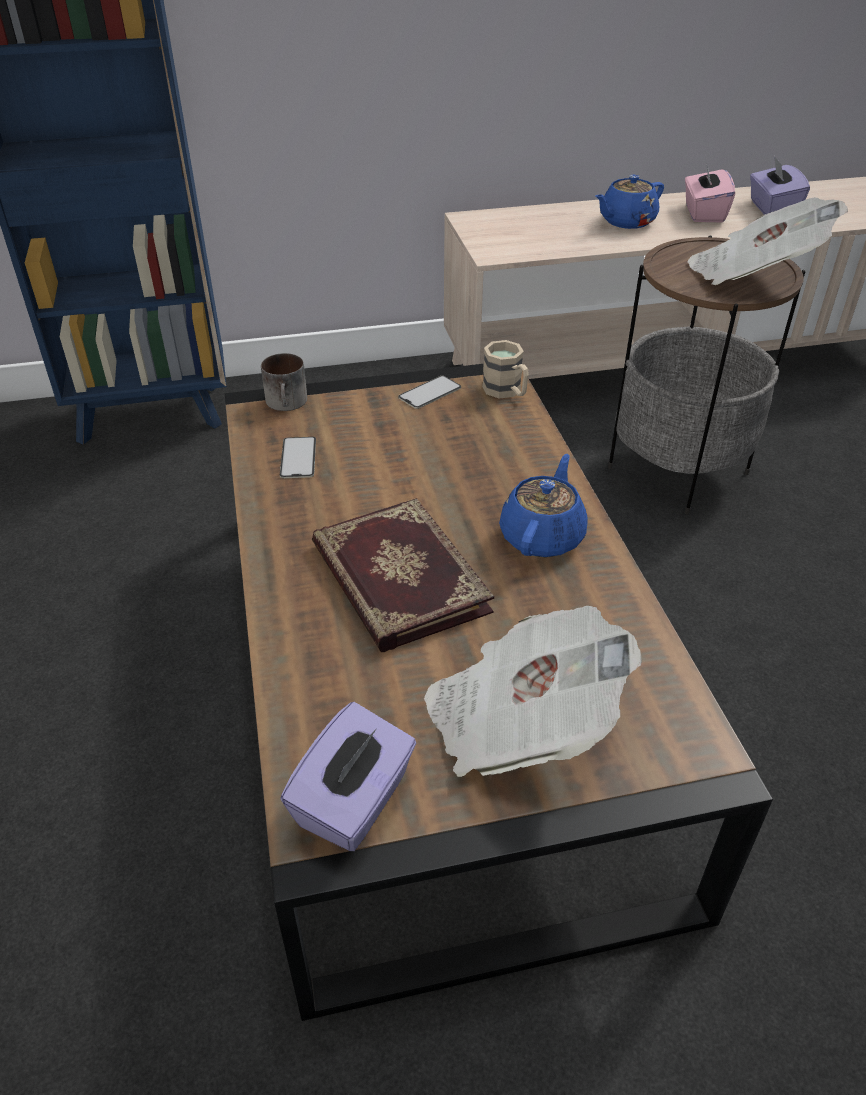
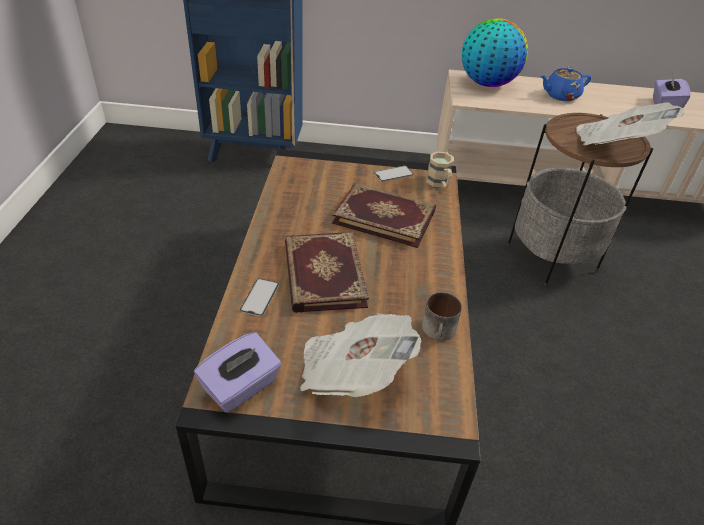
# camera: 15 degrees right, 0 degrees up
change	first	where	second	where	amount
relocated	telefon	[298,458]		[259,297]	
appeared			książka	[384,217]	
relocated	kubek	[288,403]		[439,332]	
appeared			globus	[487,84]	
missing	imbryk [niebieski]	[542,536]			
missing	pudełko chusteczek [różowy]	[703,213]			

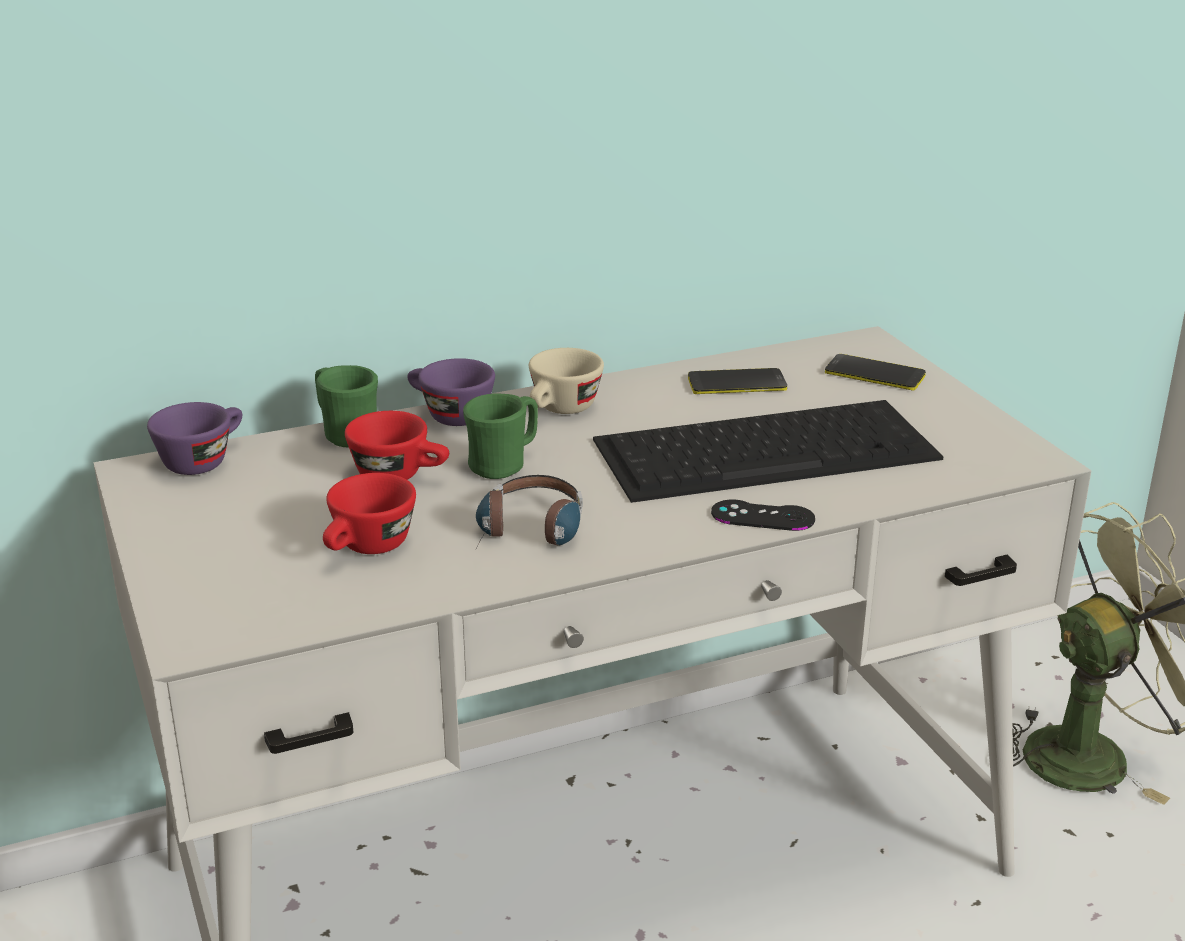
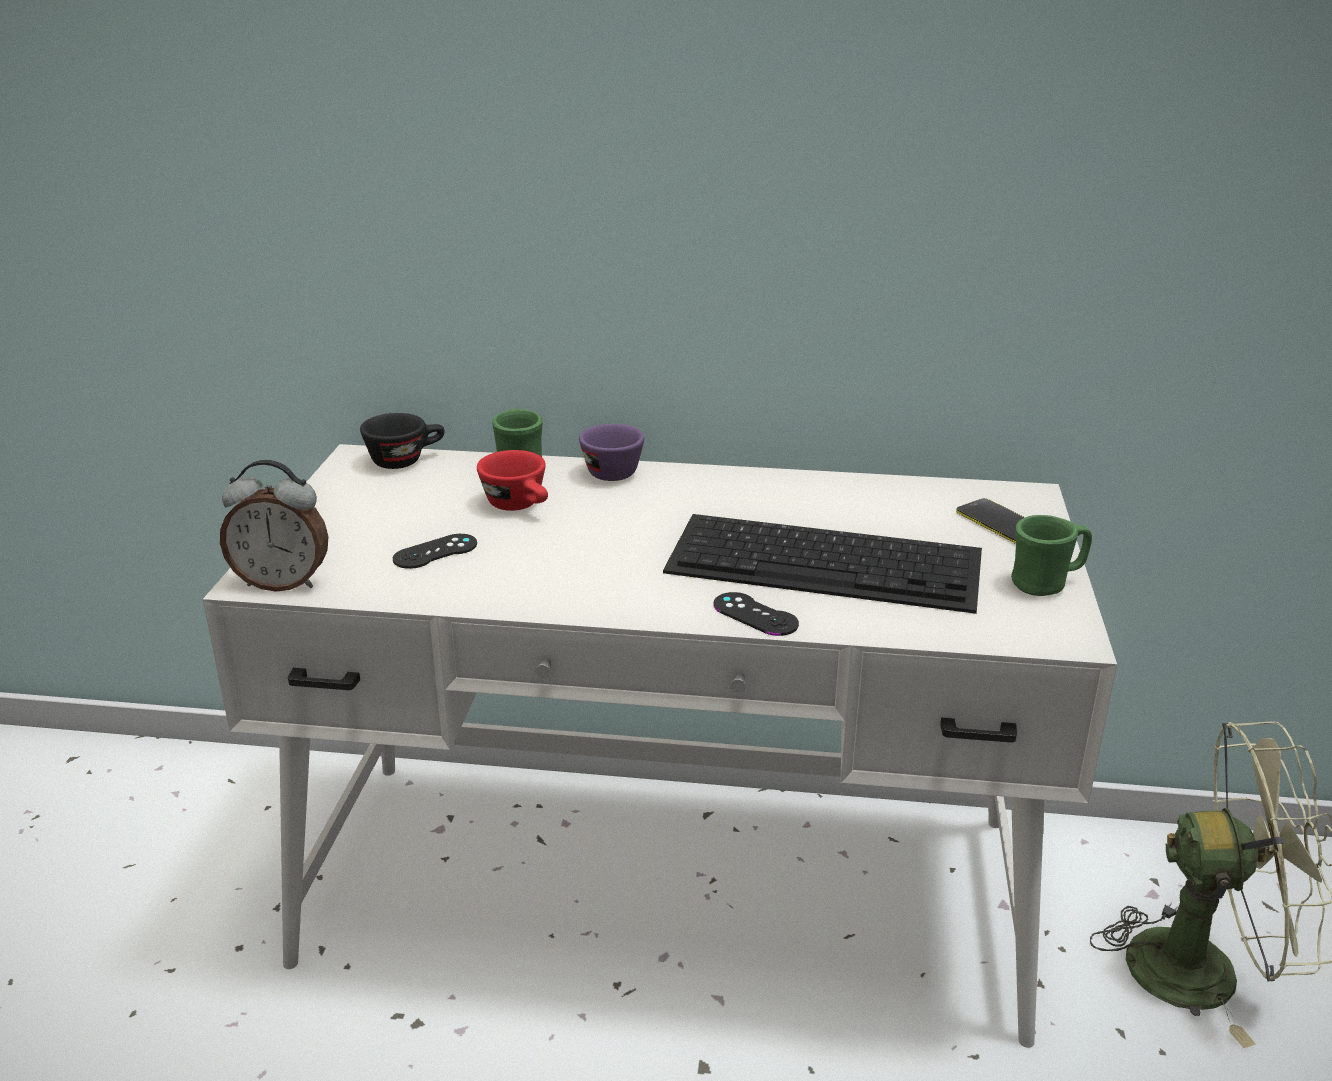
# camera: 30 degrees right, 0 degrees up
change	first	where	second	where	amount
appeared			budzik	[283,582]	
colour	filiżanka [fioletowy]	[203,460]	filiżanka [czarny]	[406,460]	
exchanged	filiżanka [czerwony]	[367,548]	pad do gier [czarny]	[435,552]	
relocated	kubek [zielony]	[504,465]		[1046,584]	
missing	słuchawki	[529,534]			
missing	filiżanka [beżowy]	[561,410]			
missing	telefon	[737,383]			

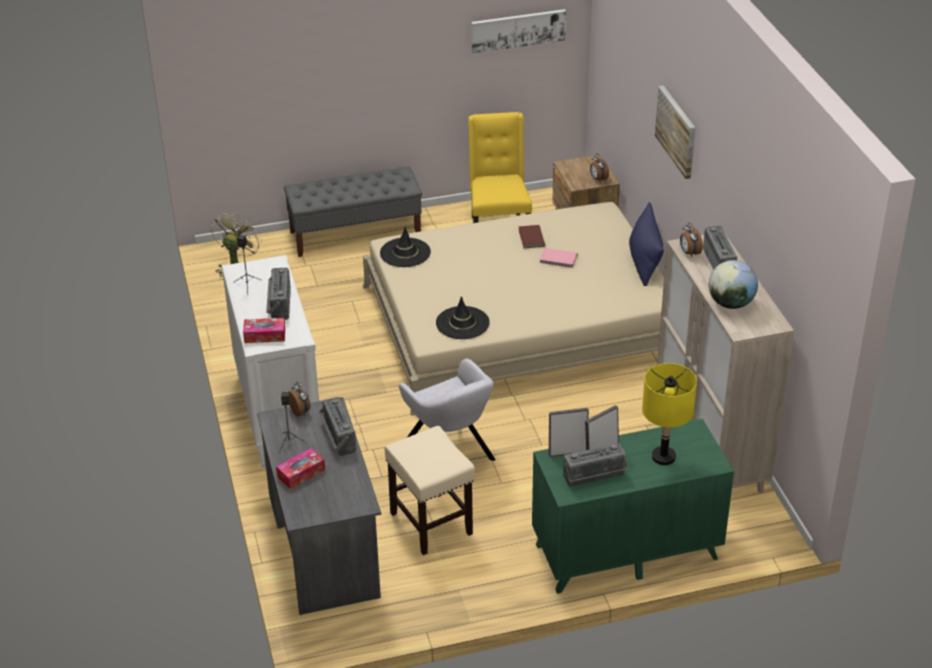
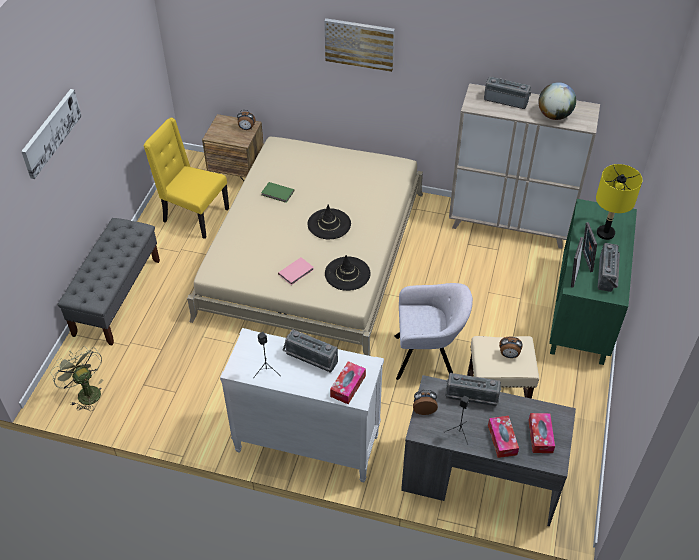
# camera: 60 degrees left, 10 degrees up
change	first	where	second	where	amount
relocated	obraz	[518,30]		[50,132]	
colour	książka [brązowy]	[530,238]	książka [zielony]	[277,193]	
relocated	książka [różowy]	[558,259]		[297,272]	
relocated	kapelusz [czarny]	[405,253]		[329,224]	
relocated	budzik	[689,253]		[509,355]	
appeared			pudełko chusteczek	[540,436]	
missing	poduszka [niebieski]	[644,261]			

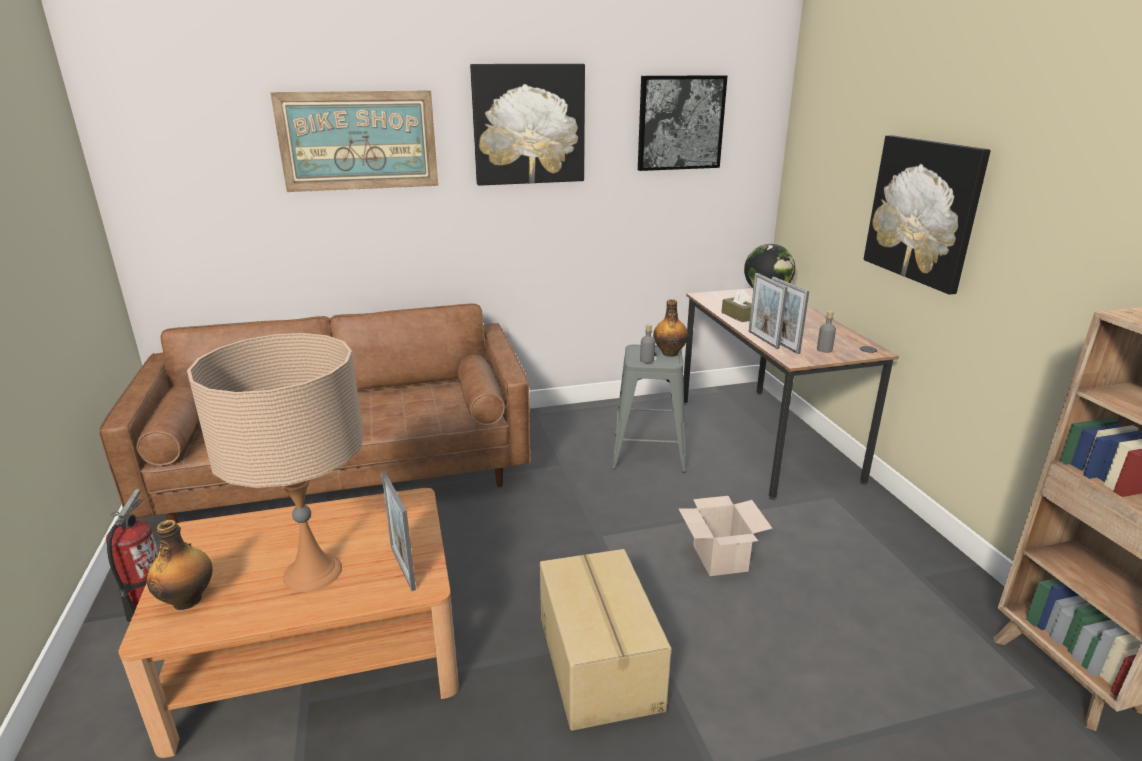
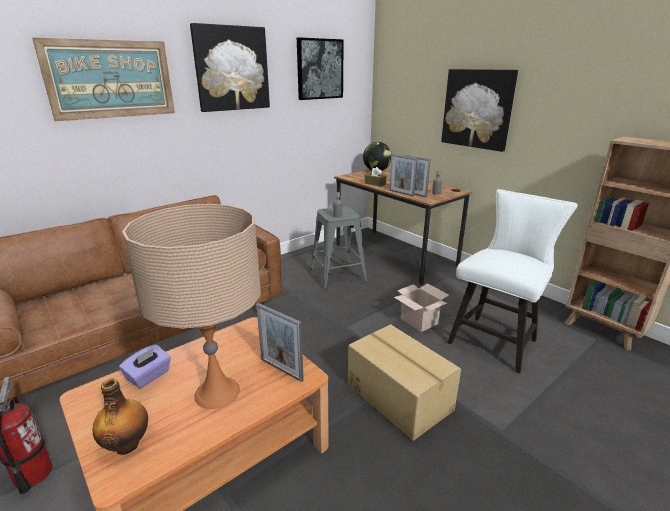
# camera: 25 degrees left, 0 degrees up
change	first	where	second	where	amount
appeared			pudełko chusteczek [fioletowy]	[149,376]	
appeared			krzesło [biały]	[496,339]	
missing	butelka	[669,353]			

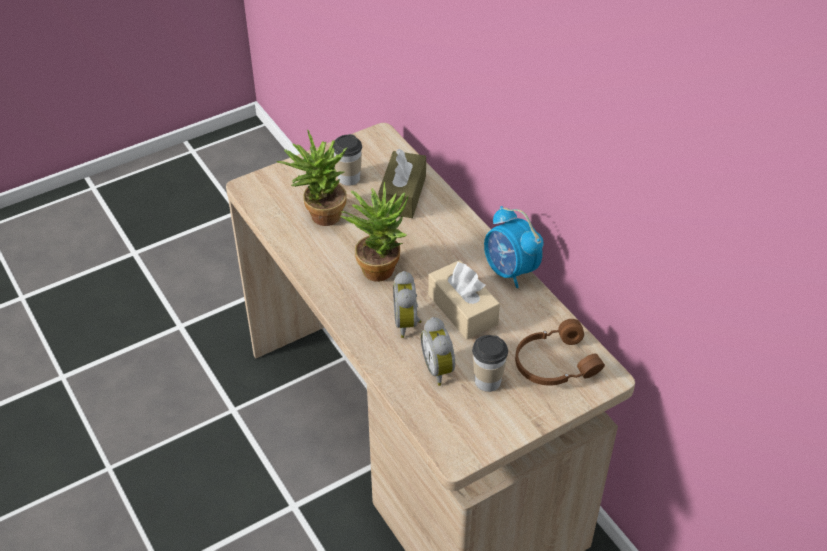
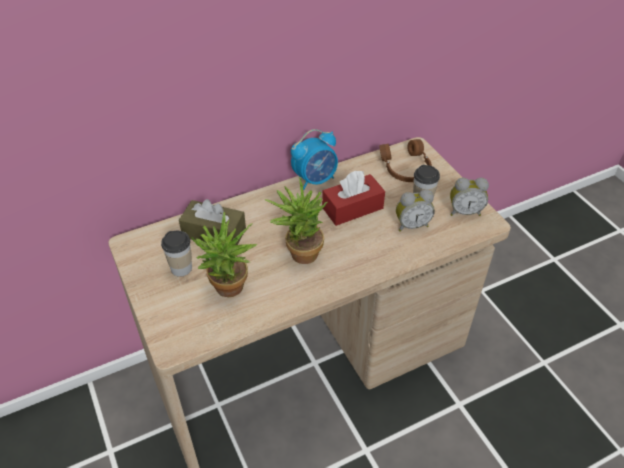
# camera: 85 degrees left, 0 degrees up
change	first	where	second	where	amount
colour	pudełko chusteczek [beżowy]	[462,309]	pudełko chusteczek [czerwony]	[352,208]	
relocated	budzik	[408,323]		[464,211]	

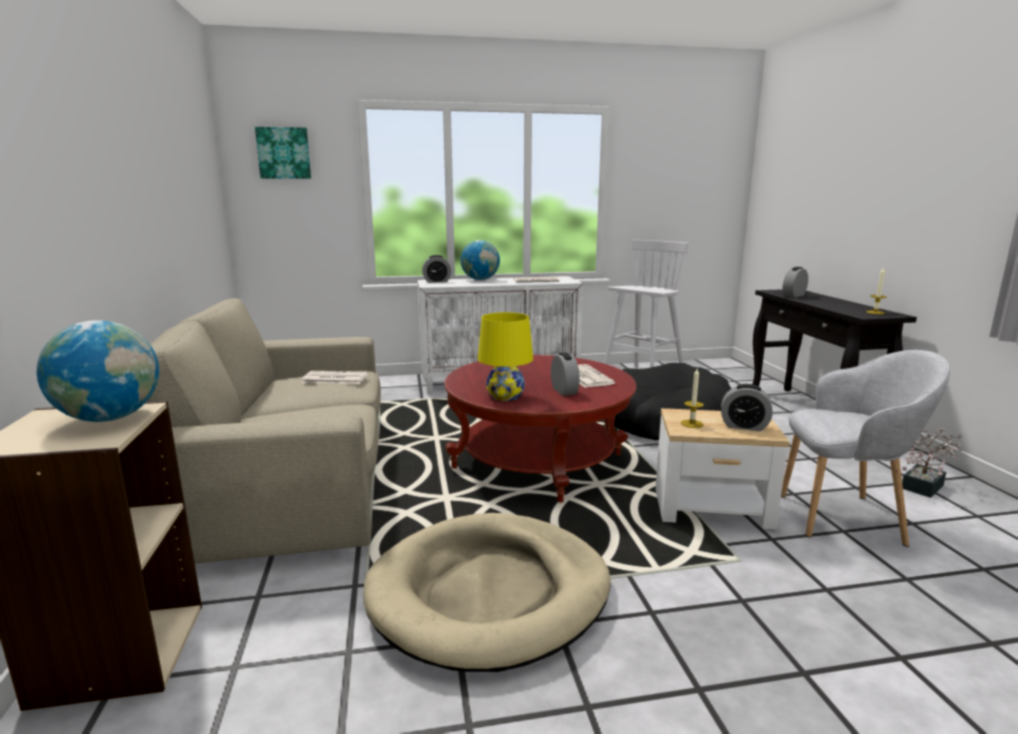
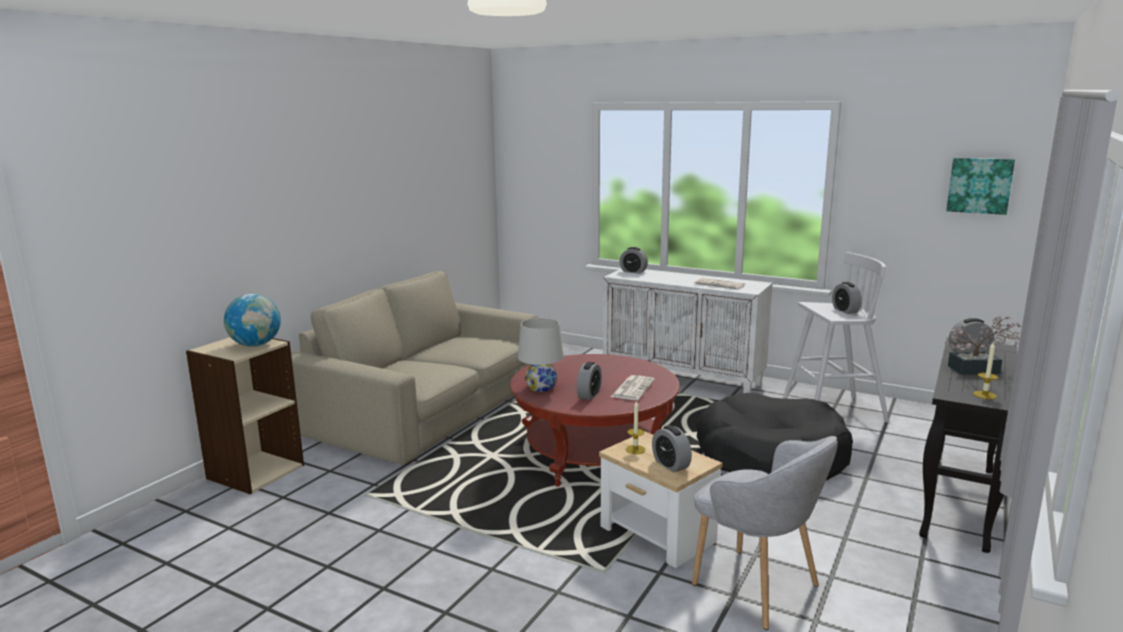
# camera: 40 degrees right, 0 degrees up
change	first	where	second	where	amount
colour	lampa stołowa [żółty]	[505,396]	lampa stołowa [biały]	[541,387]	
appeared			budzik	[845,310]	
relocated	roślina doniczkowa	[924,485]		[979,369]	
relocated	obraz	[284,153]		[979,185]	
missing	gazeta	[334,378]			
missing	legowisko [beżowy]	[490,594]			
missing	globus	[480,279]			

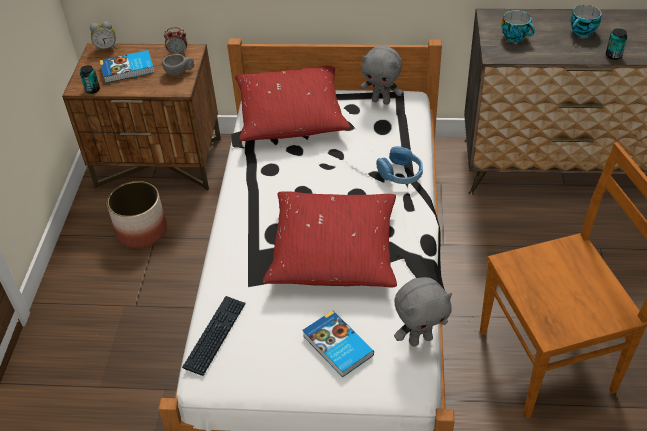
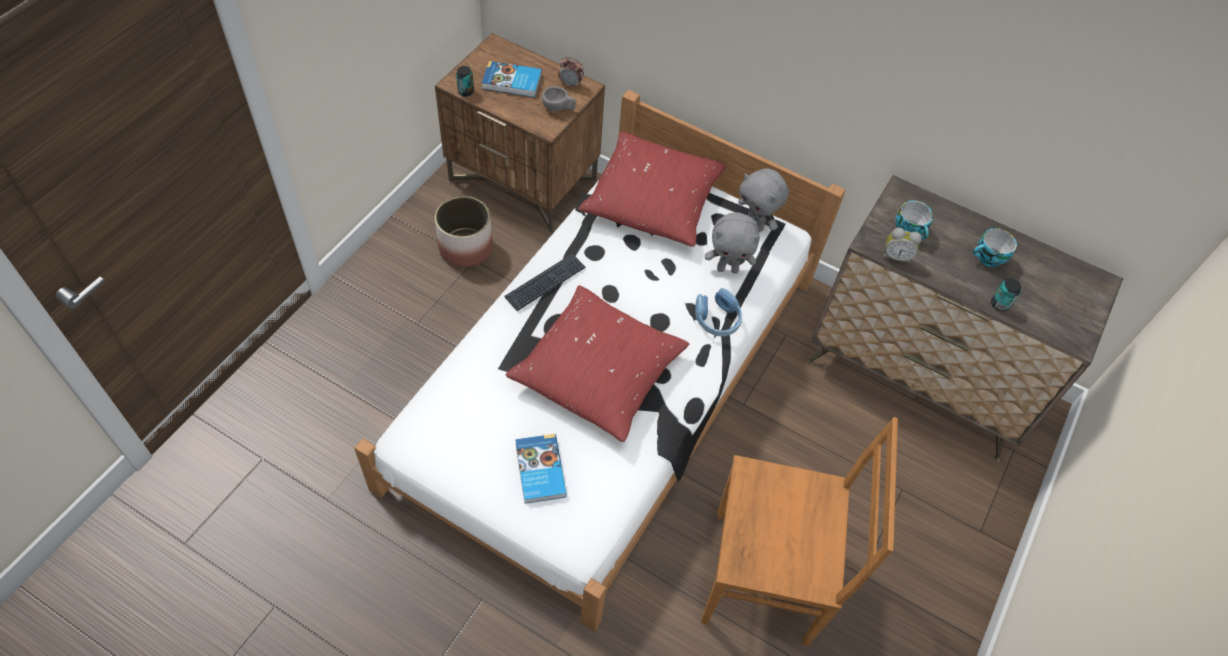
# camera: 20 degrees right, 10 degrees up
change	first	where	second	where	amount
relocated	klawiatura	[215,335]		[545,283]	
relocated	pluszak [szary]	[420,339]		[728,269]	
relocated	budzik	[106,48]		[896,256]	

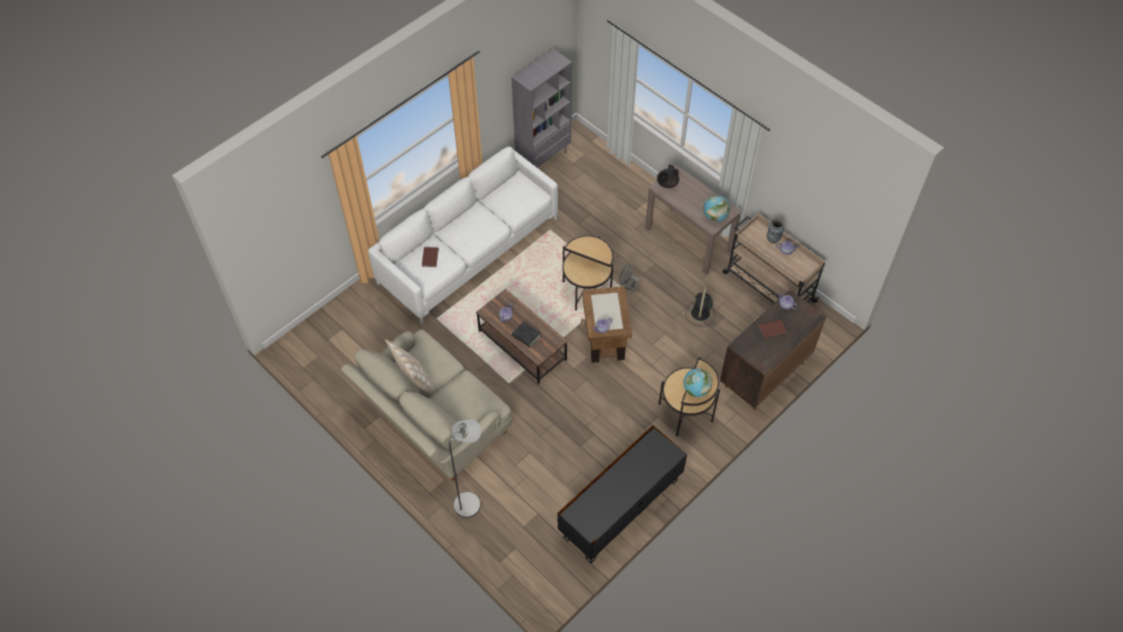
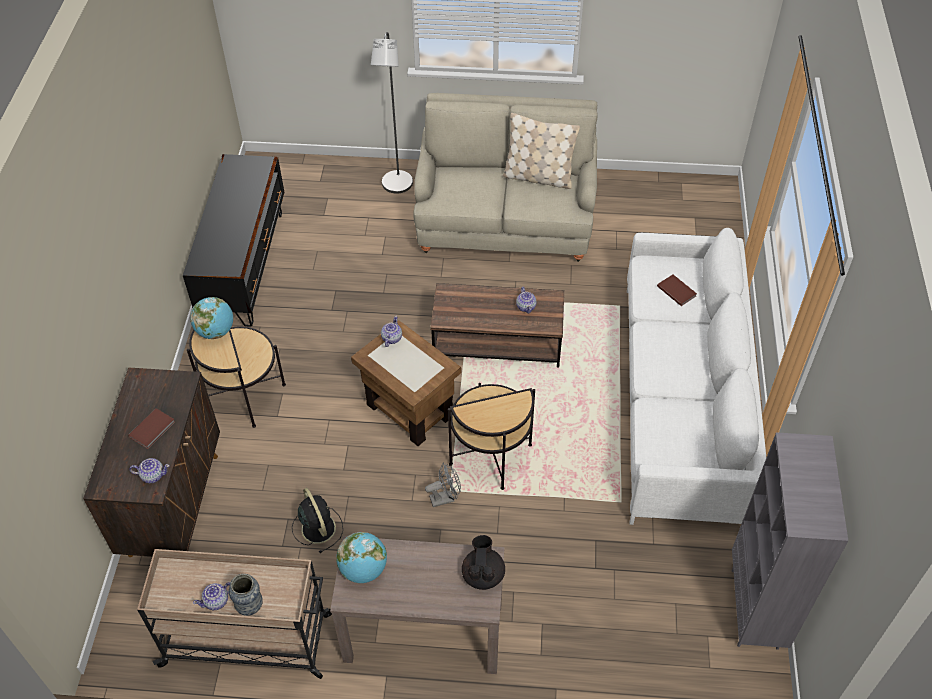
# camera: 140 degrees right, 5 degrees down
change	first	where	second	where	amount
missing	książka [czarny]	[526,336]			

